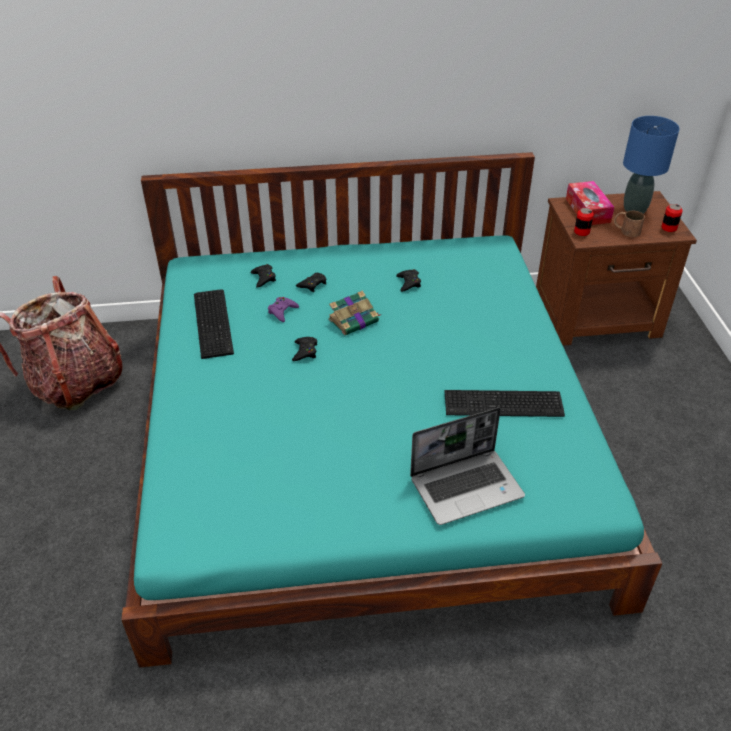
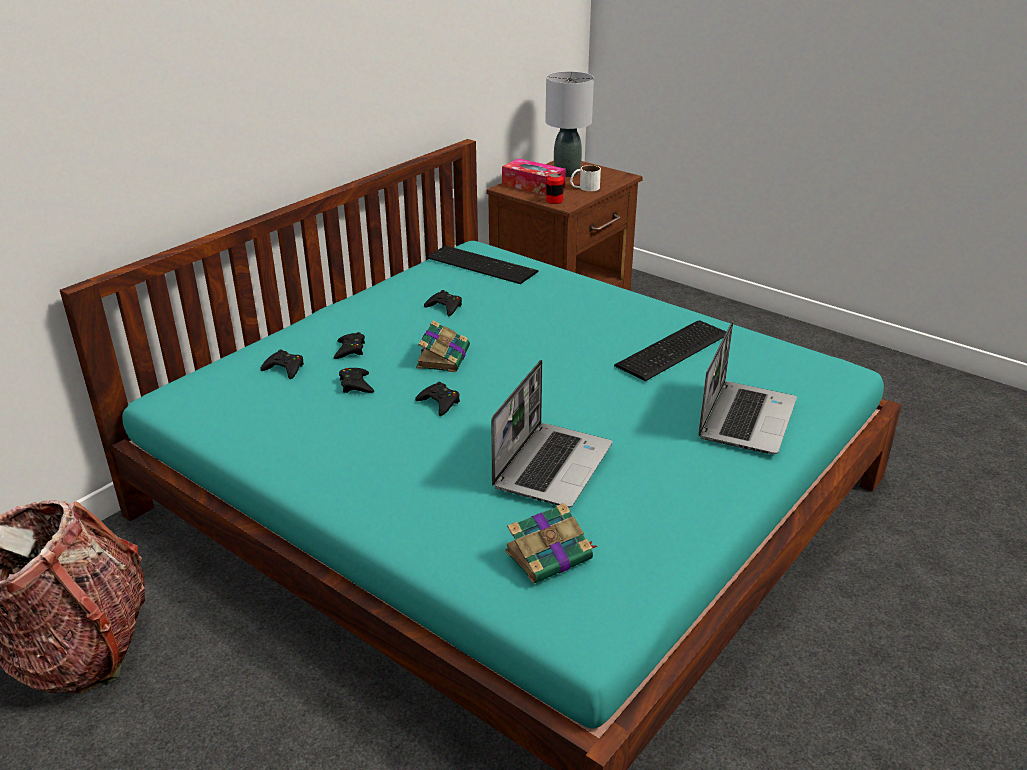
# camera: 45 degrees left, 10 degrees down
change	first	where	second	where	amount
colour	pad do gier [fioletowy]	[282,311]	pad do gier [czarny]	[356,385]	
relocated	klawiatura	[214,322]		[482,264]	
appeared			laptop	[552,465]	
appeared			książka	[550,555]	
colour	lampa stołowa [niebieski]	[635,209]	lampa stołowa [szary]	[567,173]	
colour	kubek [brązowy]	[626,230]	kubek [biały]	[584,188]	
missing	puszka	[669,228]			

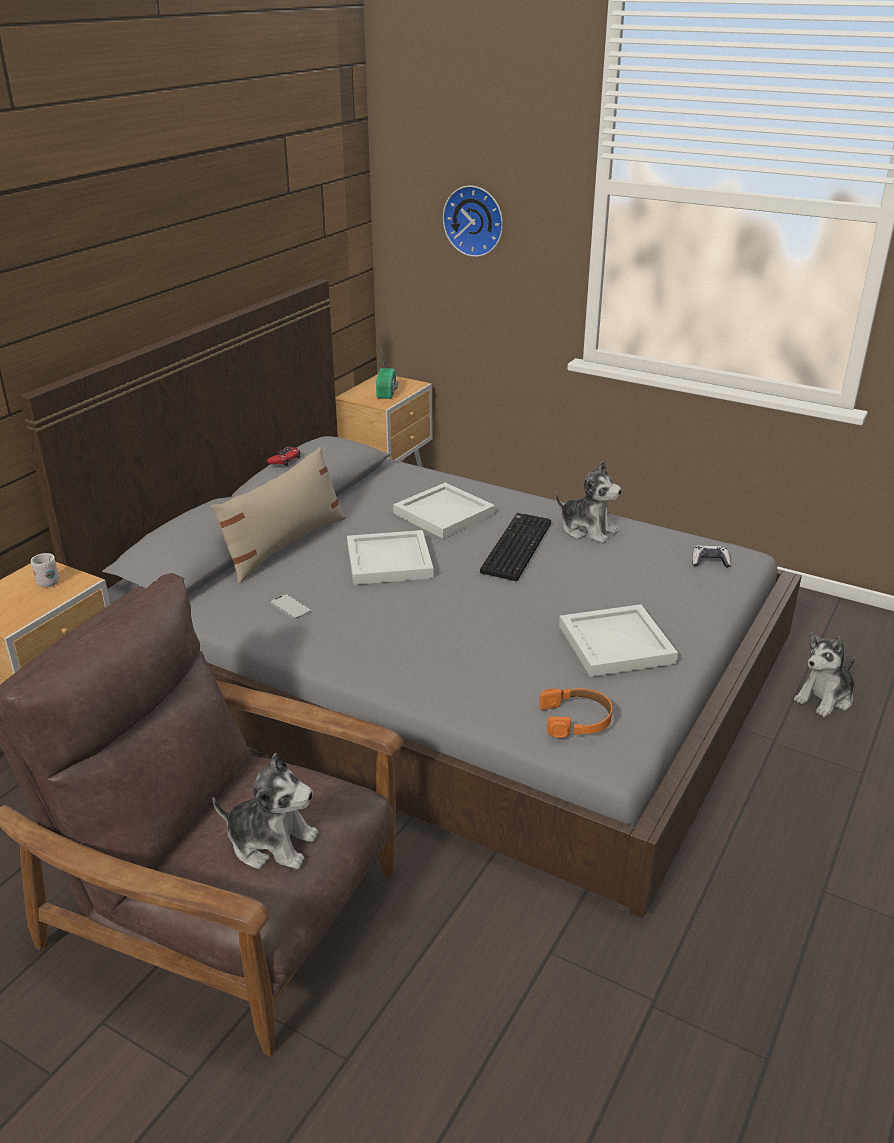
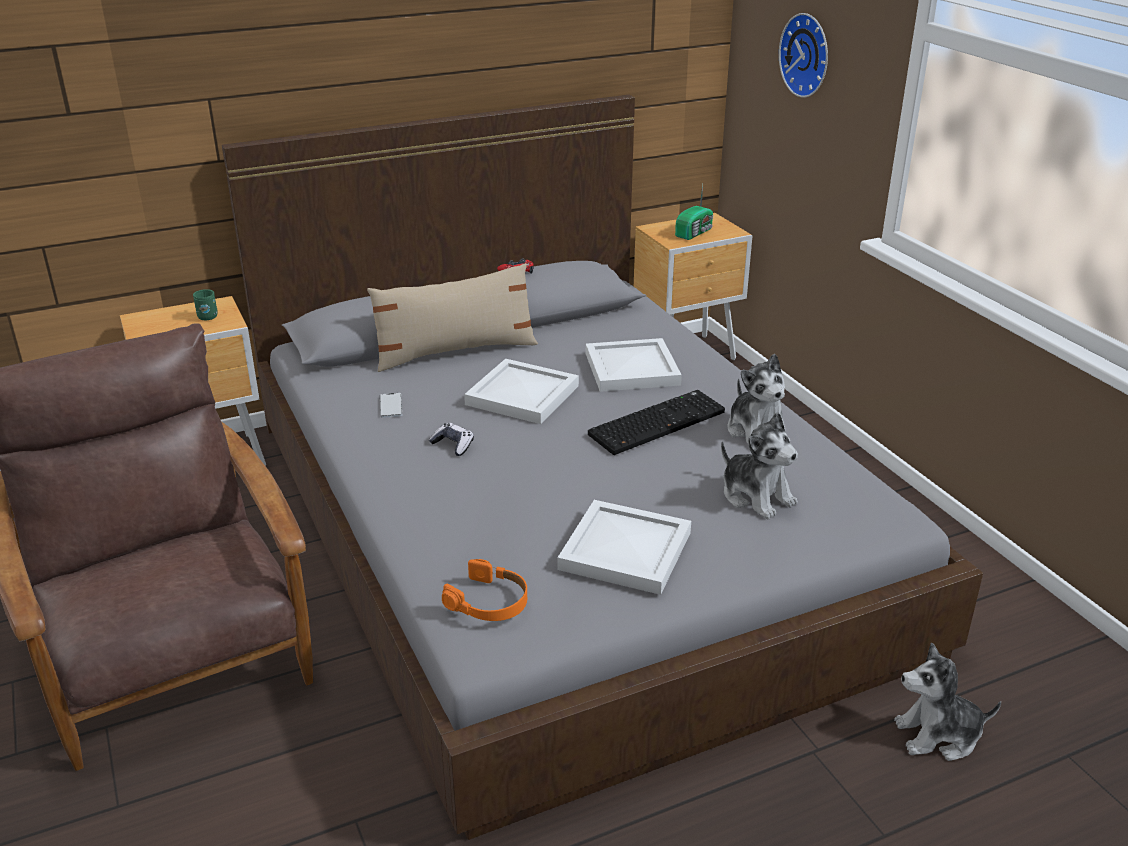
# camera: 35 degrees right, 0 degrees up
change	first	where	second	where	amount
colour	kubek [biały]	[46,582]	kubek [zielony]	[207,316]	
relocated	pad do gier	[709,562]		[453,445]	
relocated	pluszak	[272,843]		[756,496]	

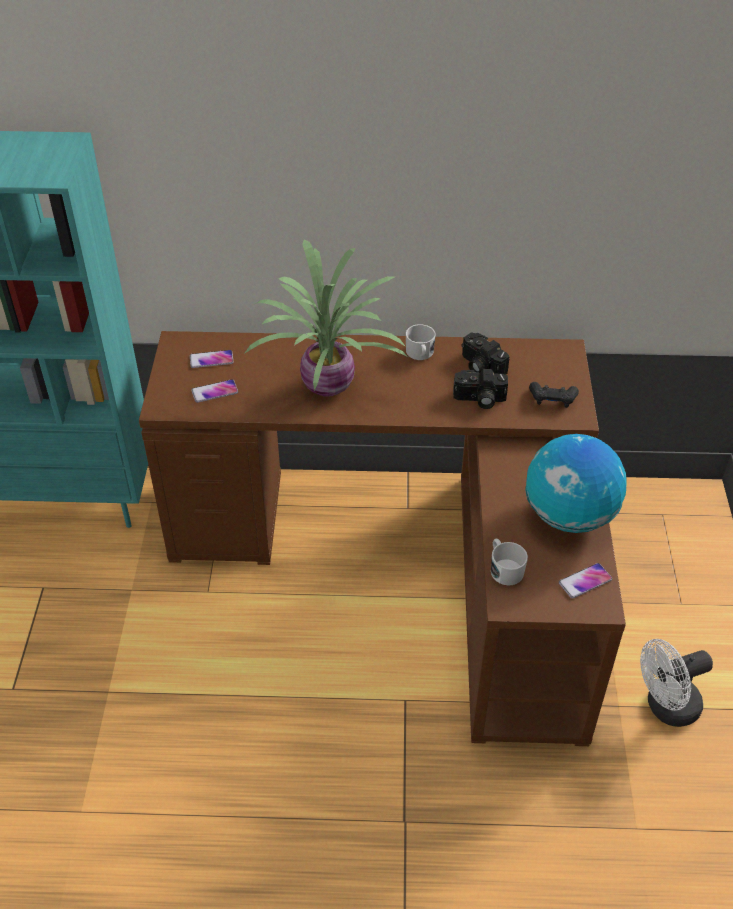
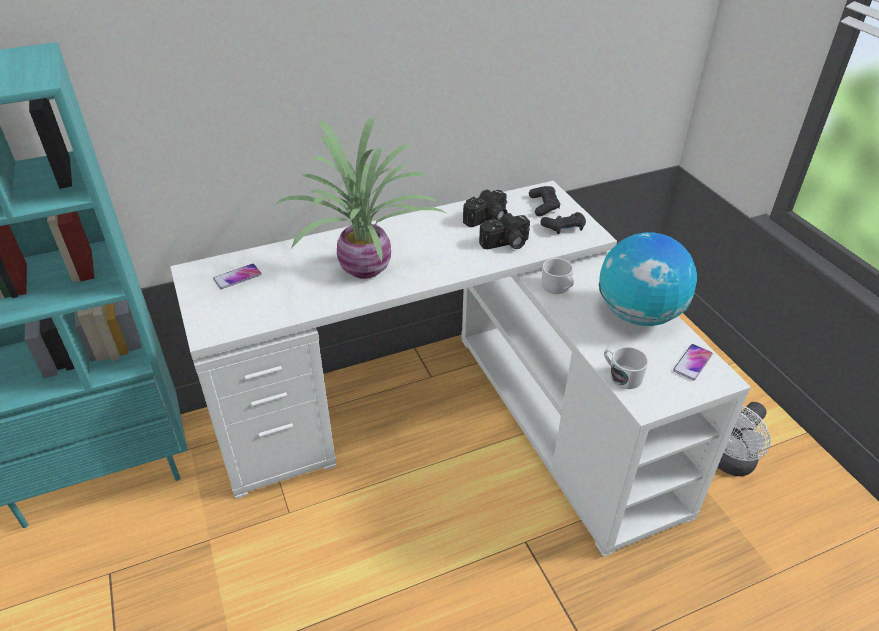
# camera: 25 degrees left, 5 degrees down
change	first	where	second	where	amount
colour	biurko [brązowy]	[412,557]	biurko [biały]	[459,415]	
spun	aparat fotograficzny	[480,366]		[487,219]	60 degrees counterclockwise
appeared			pad do gier [czarny]	[544,206]	
relocated	kubek [biały]	[420,354]		[558,287]	
missing	telefon	[215,392]			

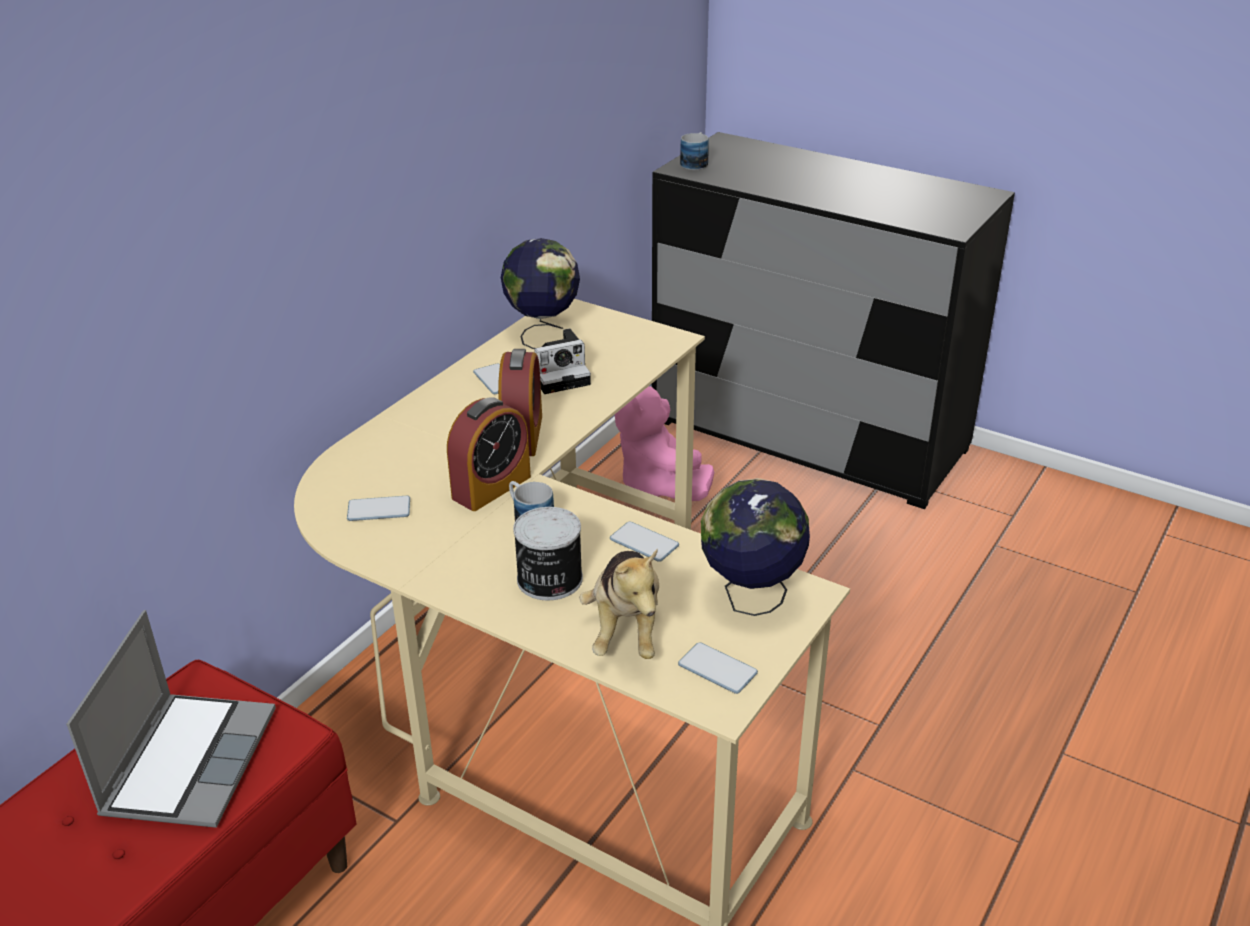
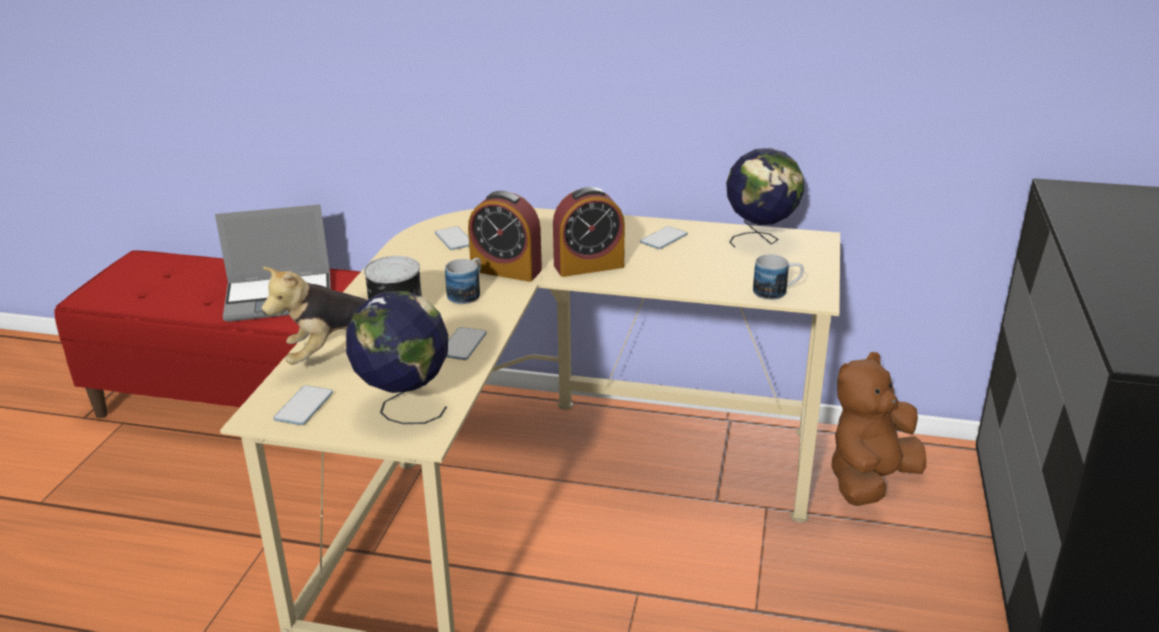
# camera: 70 degrees right, 5 degrees down
change	first	where	second	where	amount
relocated	kubek	[695,163]		[777,292]	
colour	pluszak [różowy]	[657,486]	pluszak [brązowy]	[870,481]	
missing	aparat fotograficzny	[560,374]			

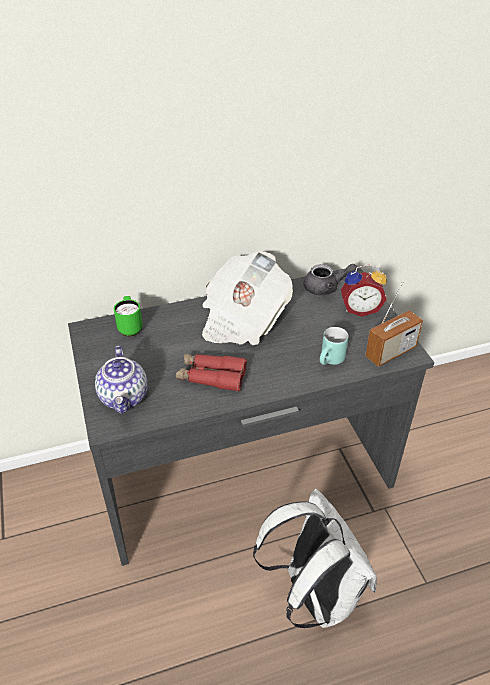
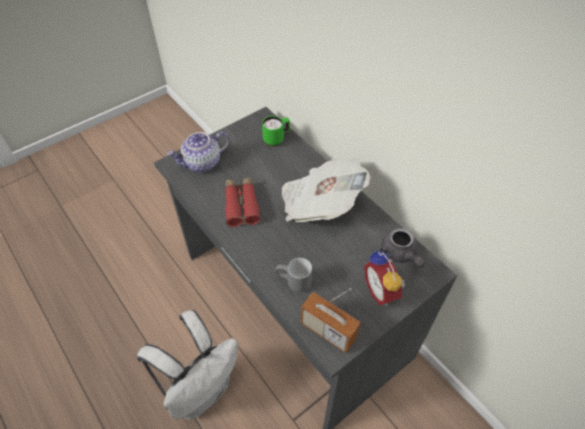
# camera: 70 degrees right, 10 degrees up
change	first	where	second	where	amount
colour	kubek [turkusowy]	[331,362]	kubek [szary]	[293,283]	

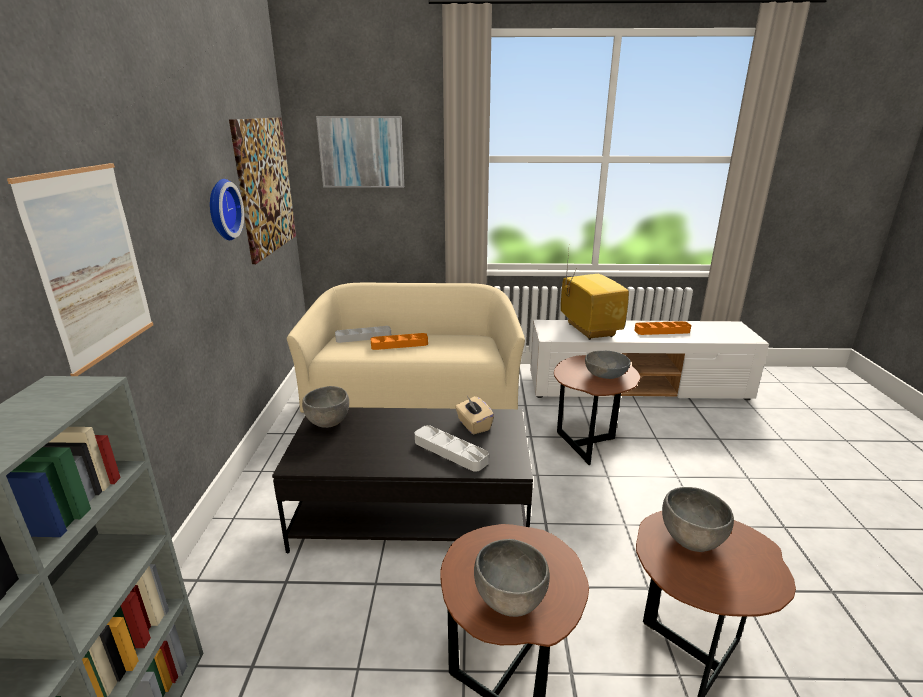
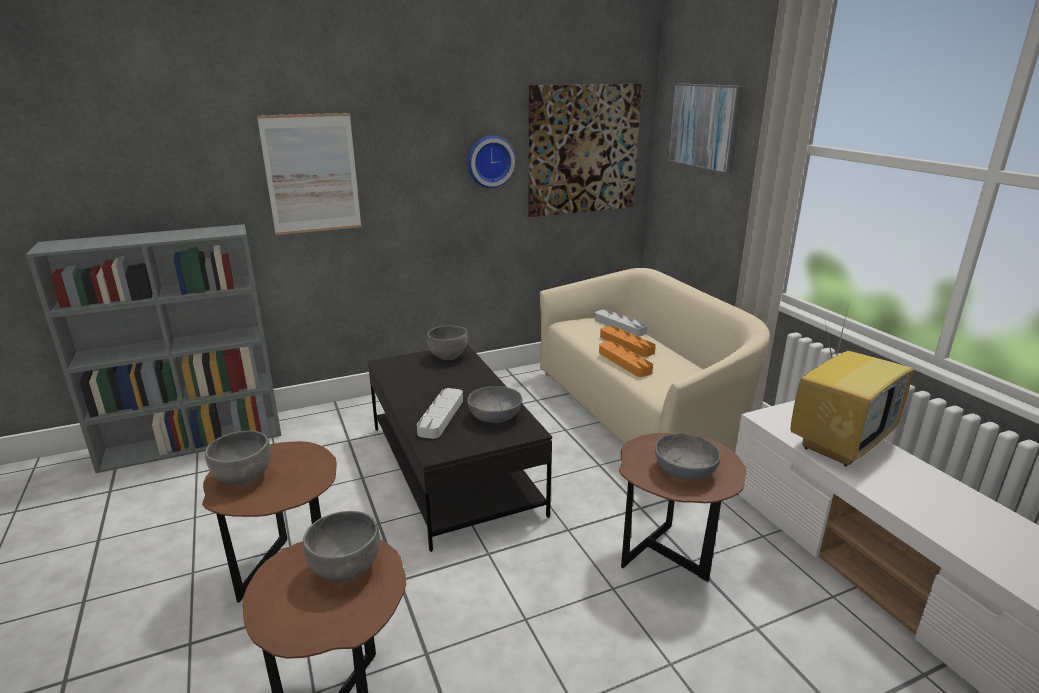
# camera: 65 degrees right, 0 degrees up
change	first	where	second	where	amount
exchanged	pudełko chusteczek [beżowy]	[473,425]	miska [szary]	[495,417]	
relocated	taca [pomarańczowy]	[662,331]		[624,362]	

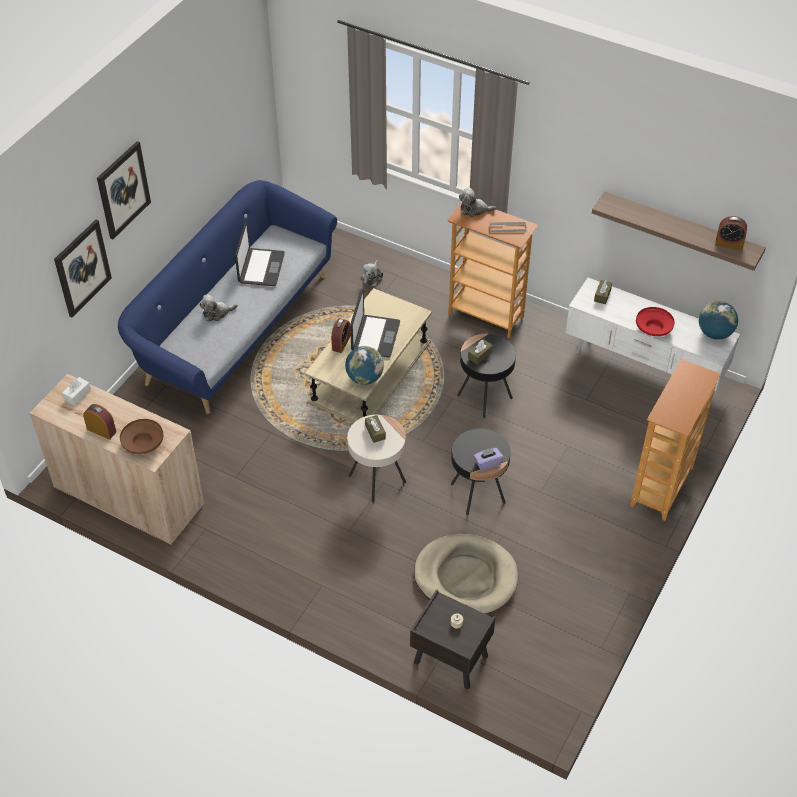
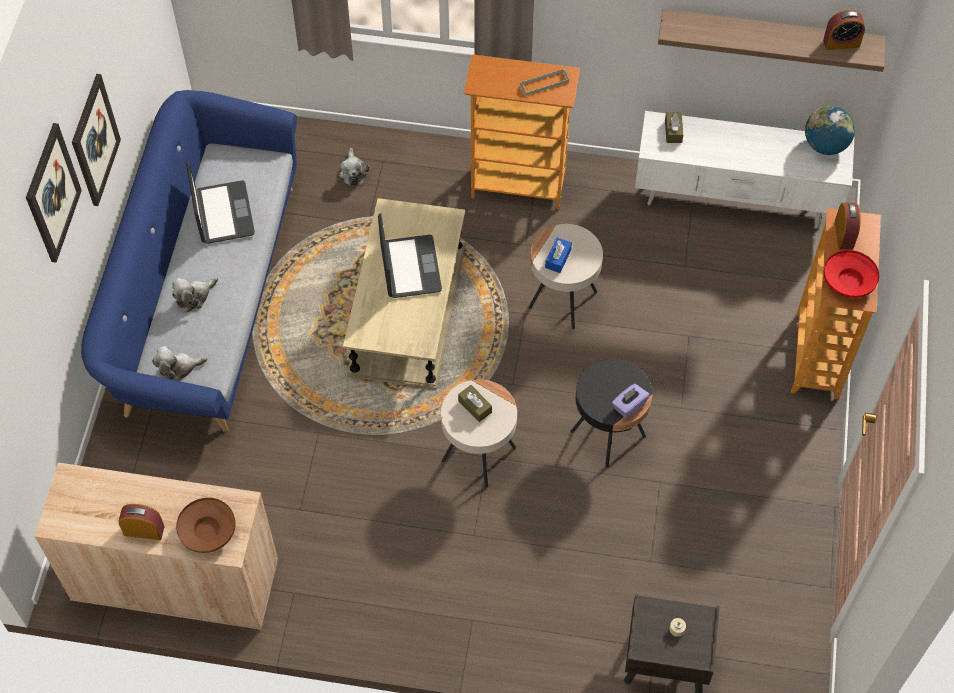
# camera: 20 degrees left, 10 degrees up
change	first	where	second	where	amount
relocated	obraz	[82,268]		[94,140]	
relocated	pluszak	[474,210]		[178,368]	
colour	stolik [czarny]	[484,397]	stolik [beżowy]	[562,300]	
colour	pudełko chusteczek [brązowy]	[480,355]	pudełko chusteczek [niebieski]	[558,259]	
relocated	miska [czerwony]	[653,328]		[848,282]	
relocated	budzik	[341,343]		[844,234]	
missing	pudełko chusteczek [biały]	[77,394]			
missing	globus	[364,378]			
missing	legowisko [beżowy]	[466,577]			

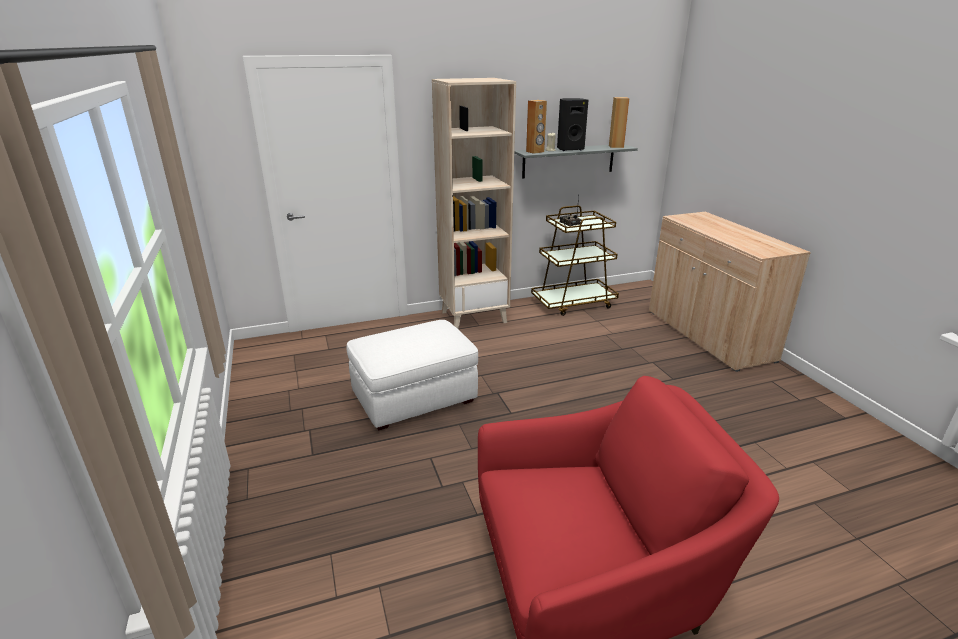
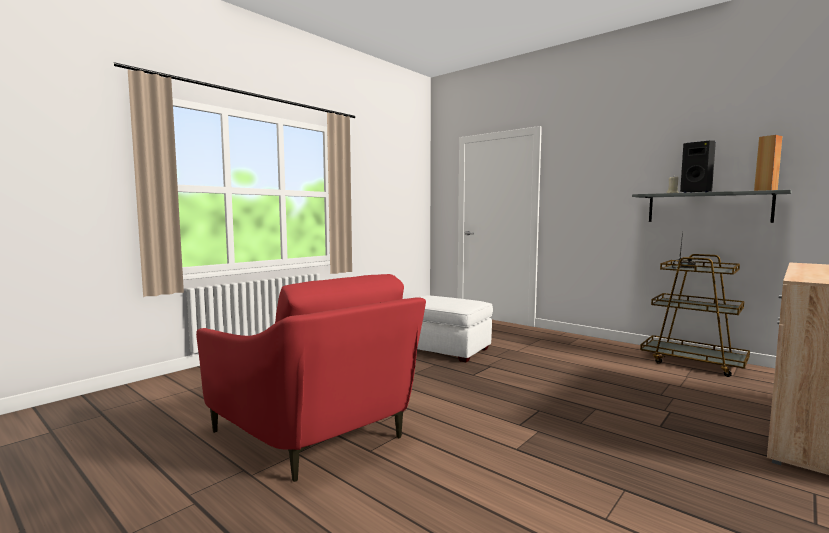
# camera: 60 degrees right, 20 degrees down
change	first	where	second	where	amount
missing	regał [beżowy]	[474,317]			
missing	głośnik [brązowy]	[535,152]			

